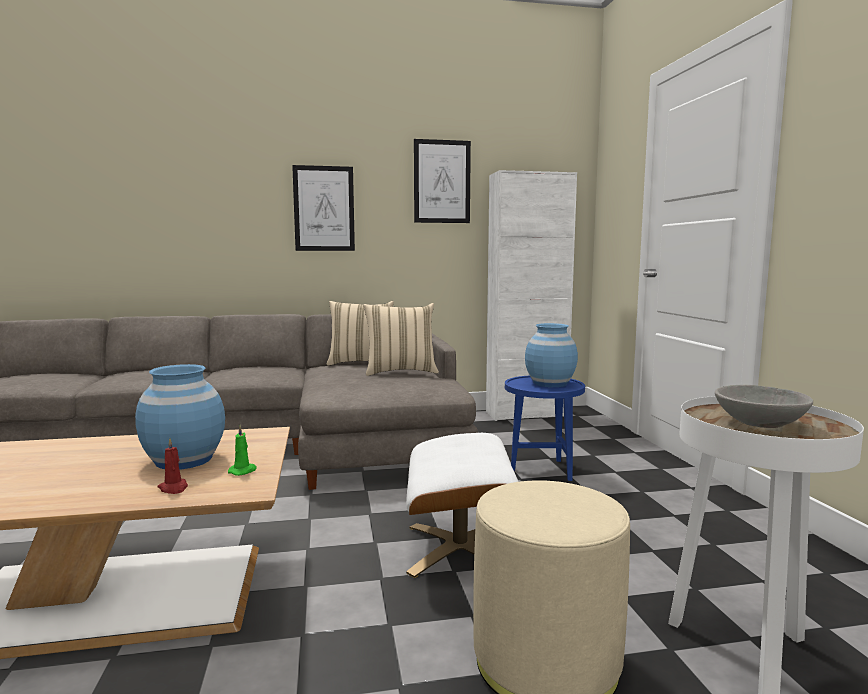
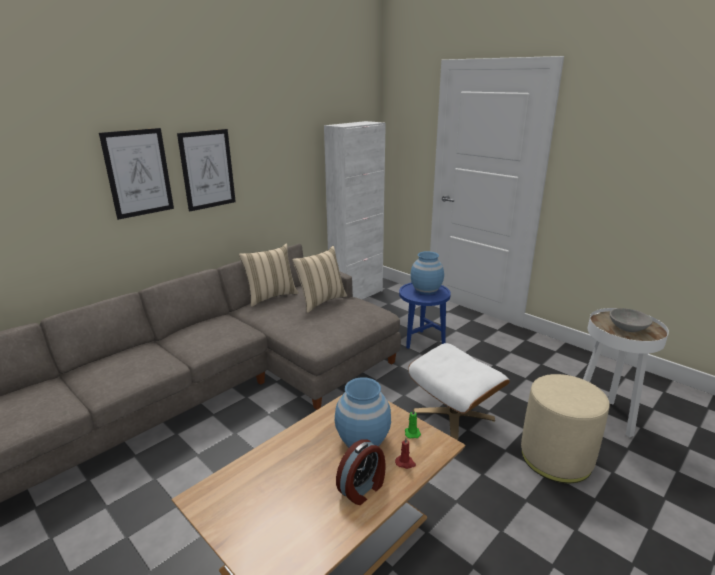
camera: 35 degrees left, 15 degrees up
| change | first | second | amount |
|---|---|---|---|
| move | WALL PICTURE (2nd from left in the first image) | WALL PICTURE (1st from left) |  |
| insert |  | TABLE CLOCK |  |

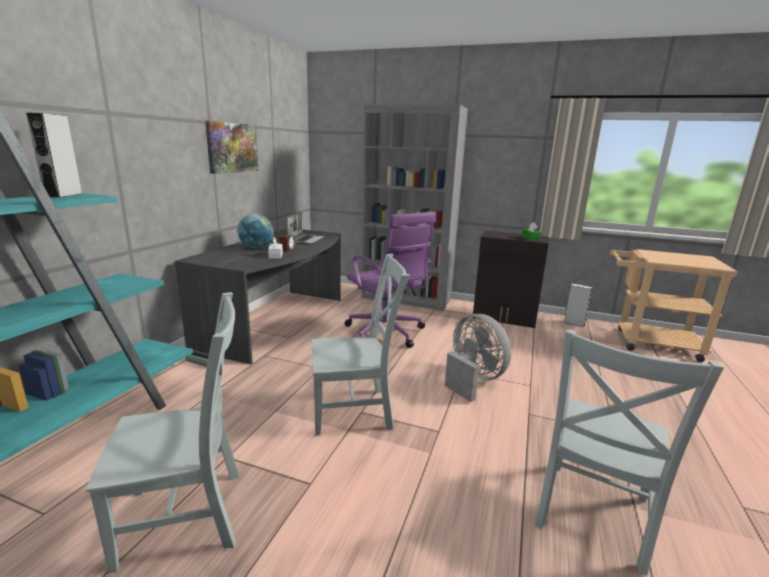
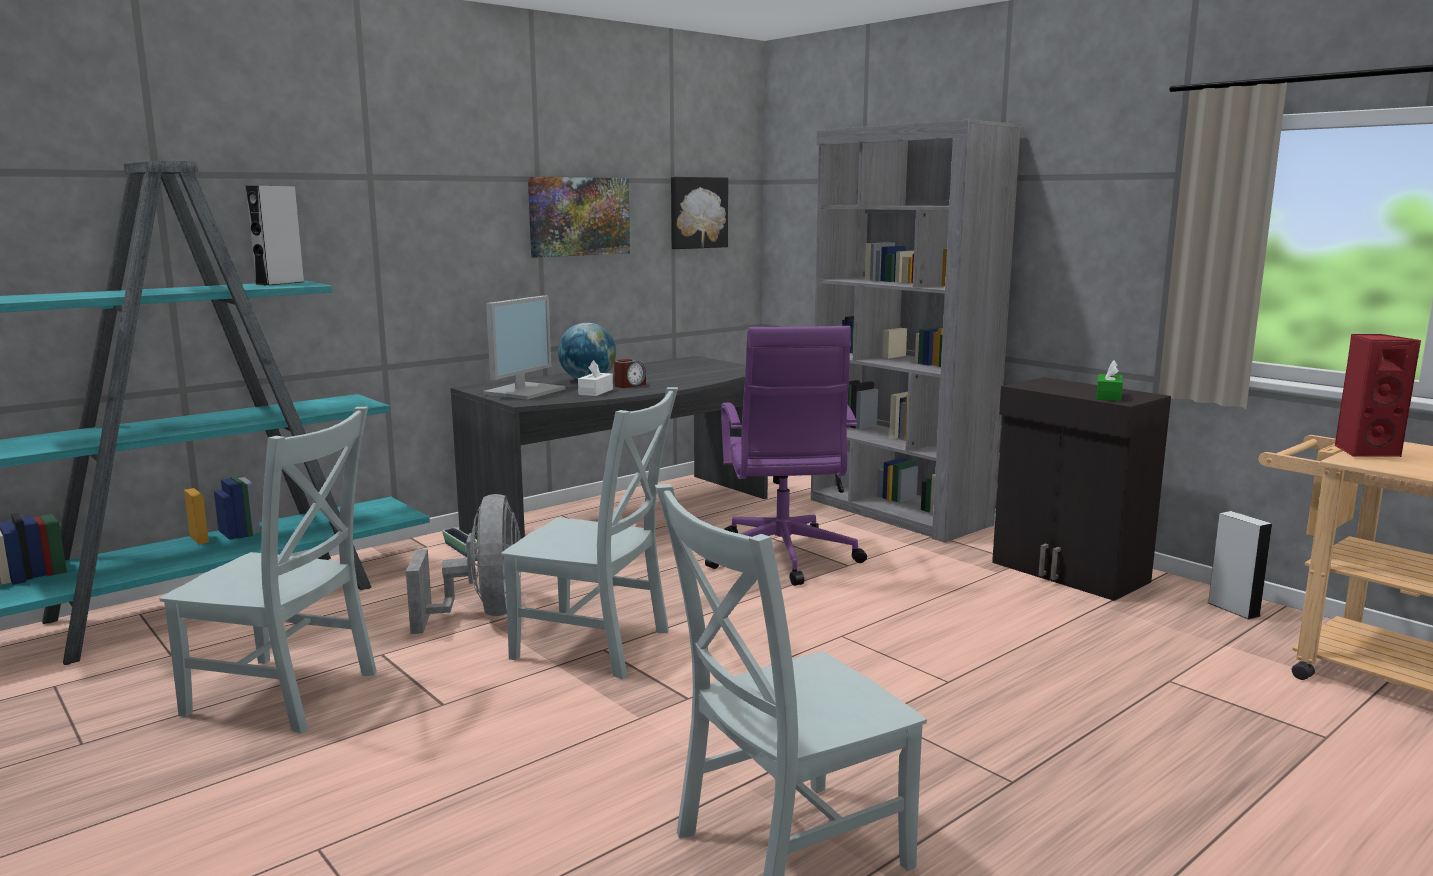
camera: 30 degrees right, 5 degrees down
| change | first | second | amount |
|---|---|---|---|
| delete | NOTEBOOK COMPUTER |  |  |
| move | GREY COOLING FAN |  |  |
| insert |  | MONITOR |  |
| insert |  | WALL PICTURE (2nd from left) |  |
| insert |  | RED LOUDSPEAKER |  |

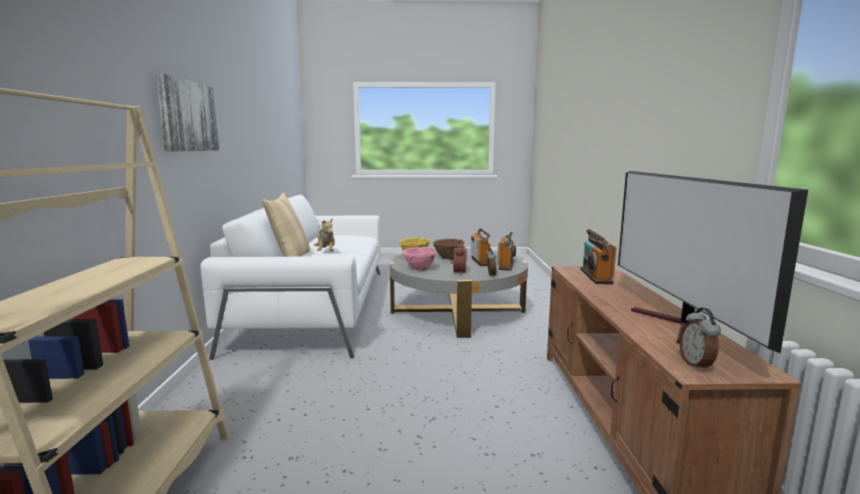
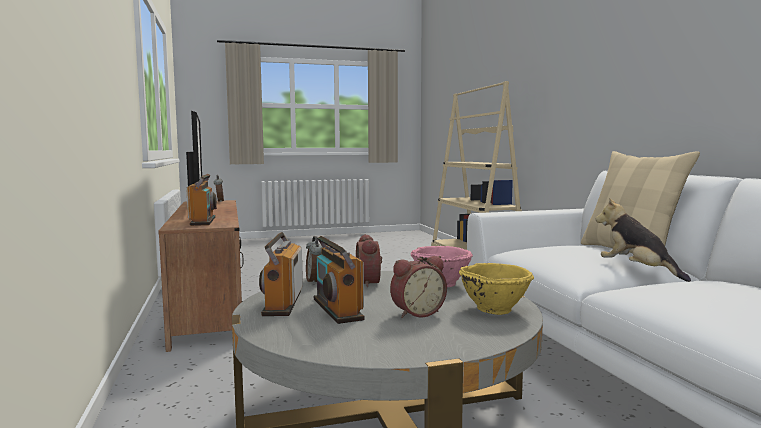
camera: 165 degrees right, 5 degrees down
| change | first | second | amount |
|---|---|---|---|
| delete | WALL PICTURE |  |  |
| replace | BROWN-COLOURED SERVING BOWL | TABLE CLOCK (4th from left) |  |

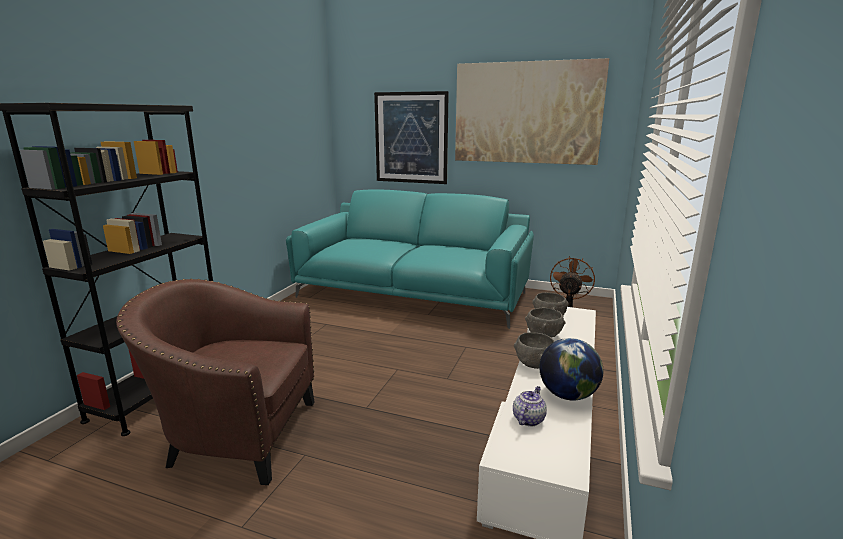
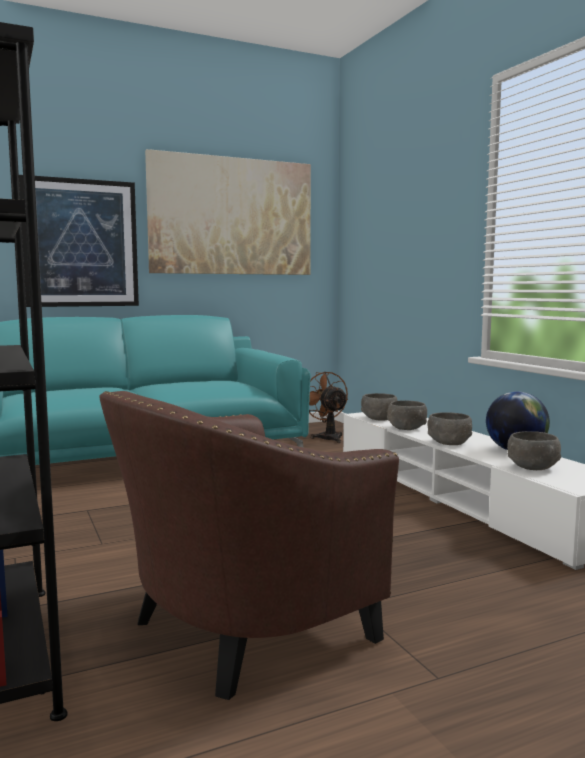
camera: 45 degrees left, 10 degrees down
| change | first | second | amount |
|---|---|---|---|
| replace | TEA POT | GREY SERVING BOWL (4th from left) |  |

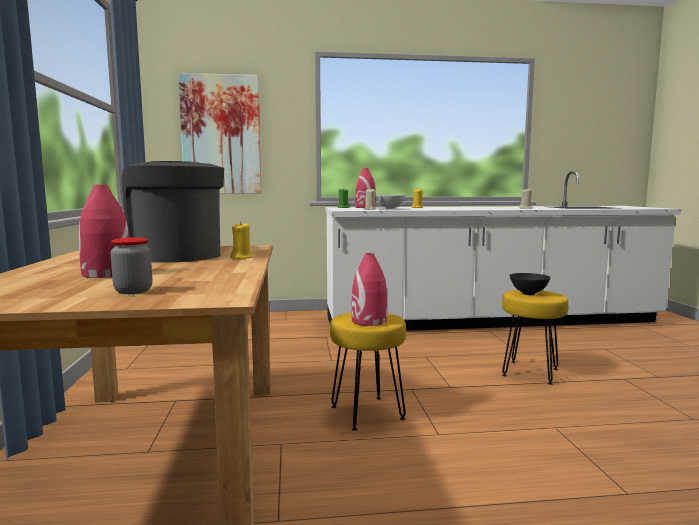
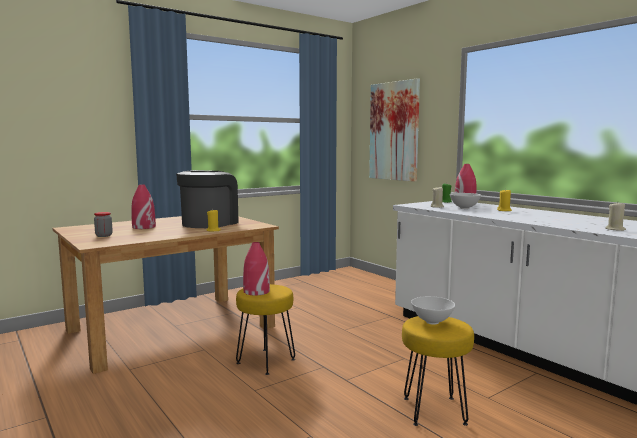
camera: 60 degrees right, 0 degrees up
| change | first | second | amount |
|---|---|---|---|
| recolor | BLACKISH SERVING BOWL | WHITISH SERVING BOWL (1st from left) |  |

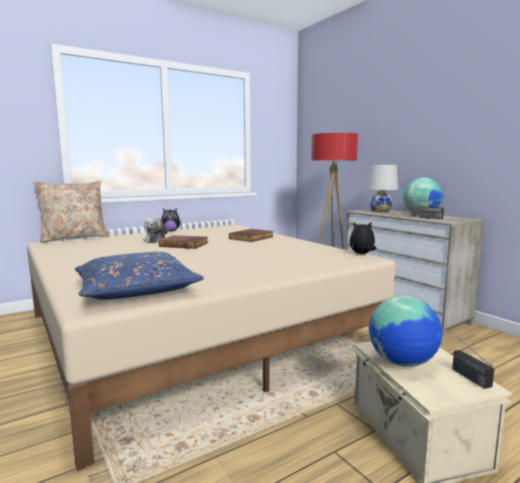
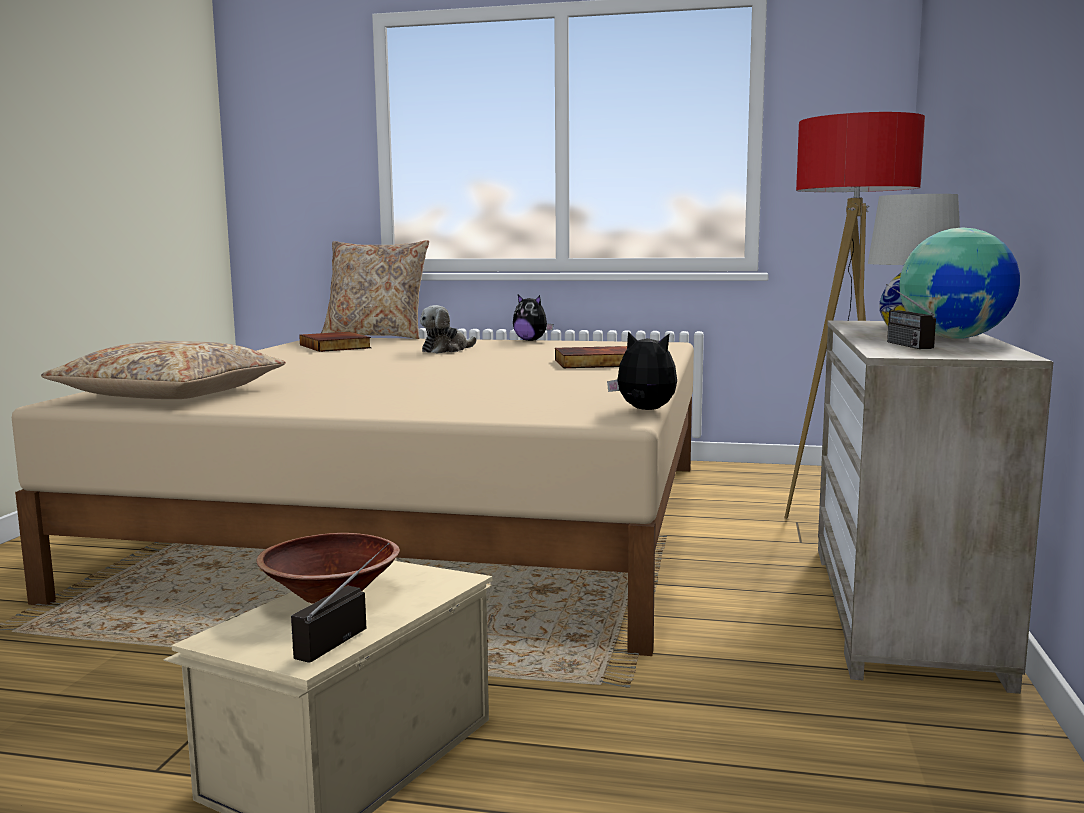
camera: 45 degrees right, 0 degrees up
| change | first | second | amount |
|---|---|---|---|
| recolor | BLUE-COLOURED THROW PILLOW | BEIGE-COLOURED THROW PILLOW (1st from left) |  |
| move | BOUND BOOK (1st from left) |  |  |
| replace | DESK GLOBE (1st from left) | BROWN-COLOURED SERVING BOWL |  |

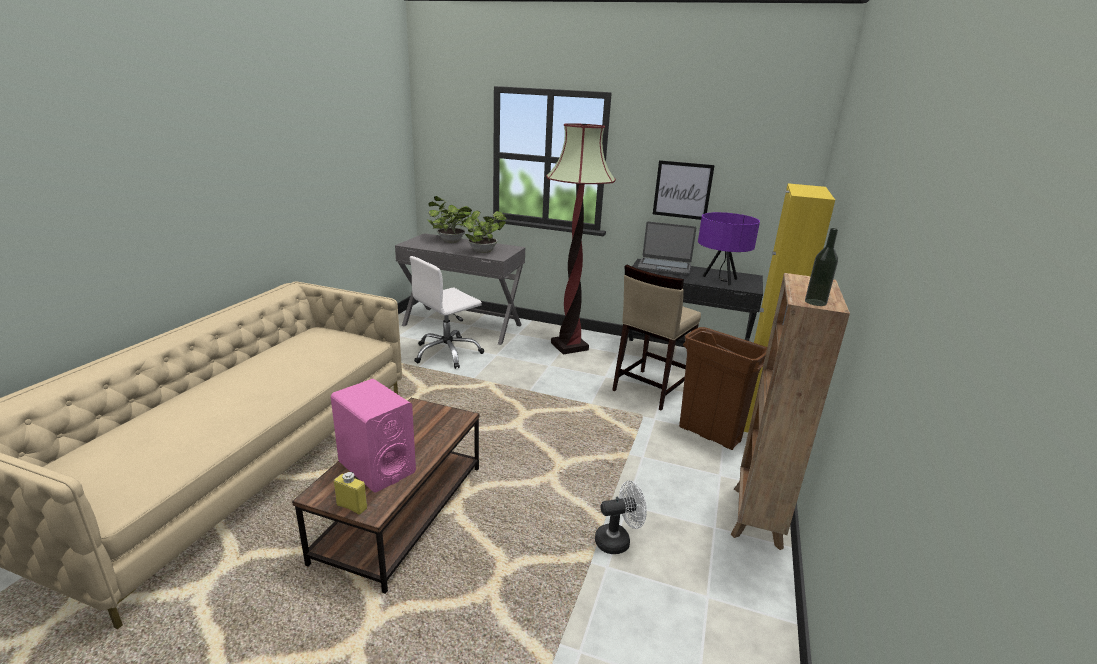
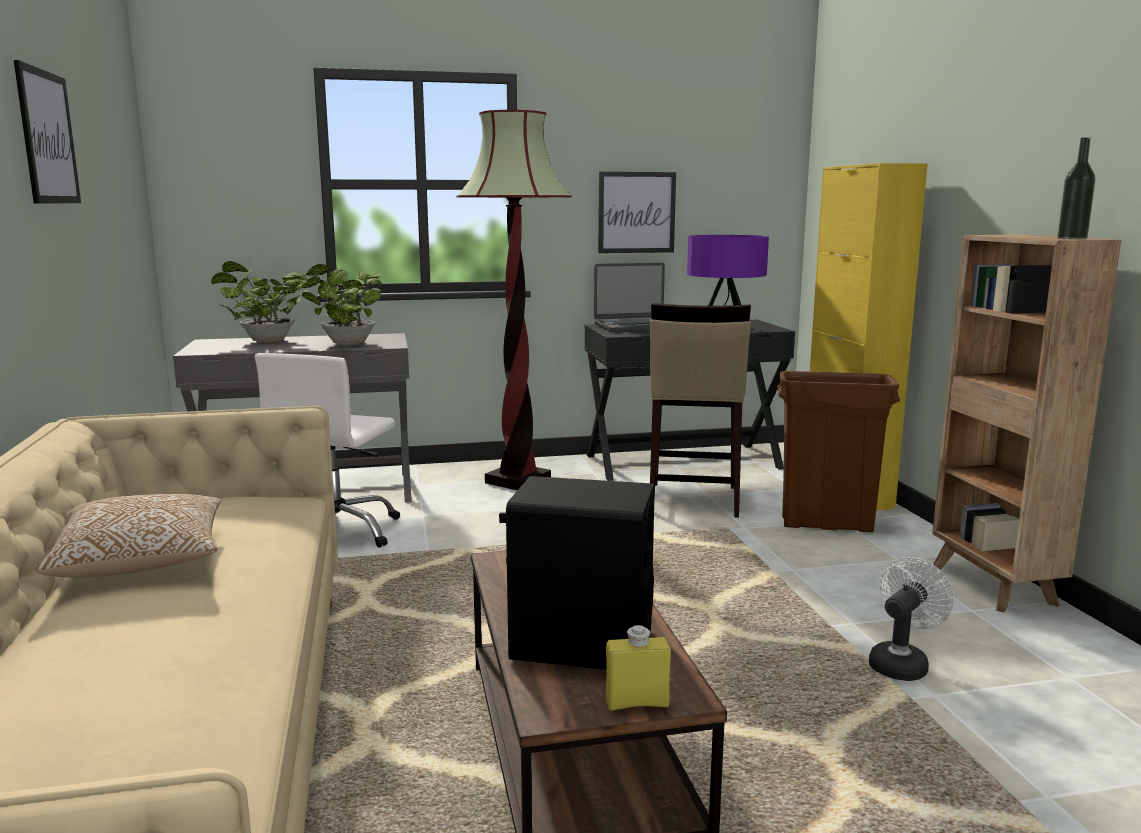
camera: 30 degrees left, 10 degrees down
| change | first | second | amount |
|---|---|---|---|
| recolor | PINK LOUDSPEAKER | BLACKISH LOUDSPEAKER |  |
| insert |  | WALL PICTURE (1st from left) |  |
| insert |  | THROW PILLOW |  |

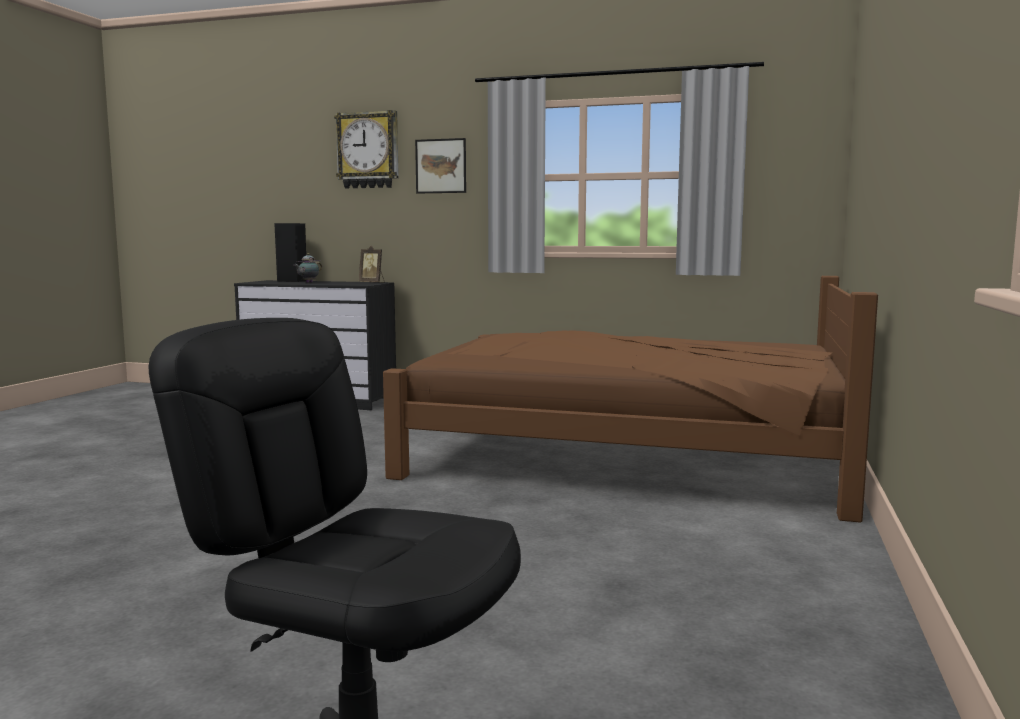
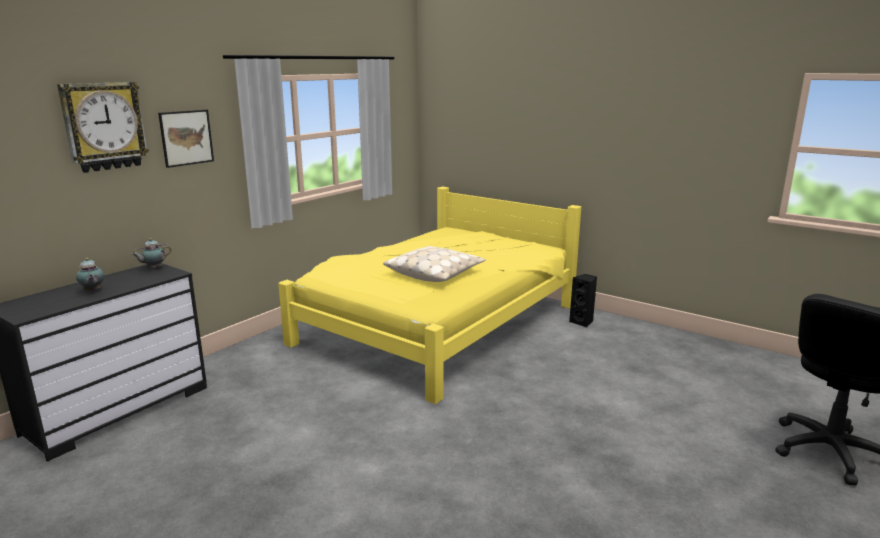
camera: 70 degrees left, 10 degrees up
| change | first | second | amount |
|---|---|---|---|
| move | BLACKISH LOUDSPEAKER |  |  |
| replace | PICTURE FRAME | TEA POT (2nd from left) |  |
| recolor | BROWN-COLOURED BED | YELLOW-COLOURED BED |  |
| insert |  | BEIGE-COLOURED THROW PILLOW |  |

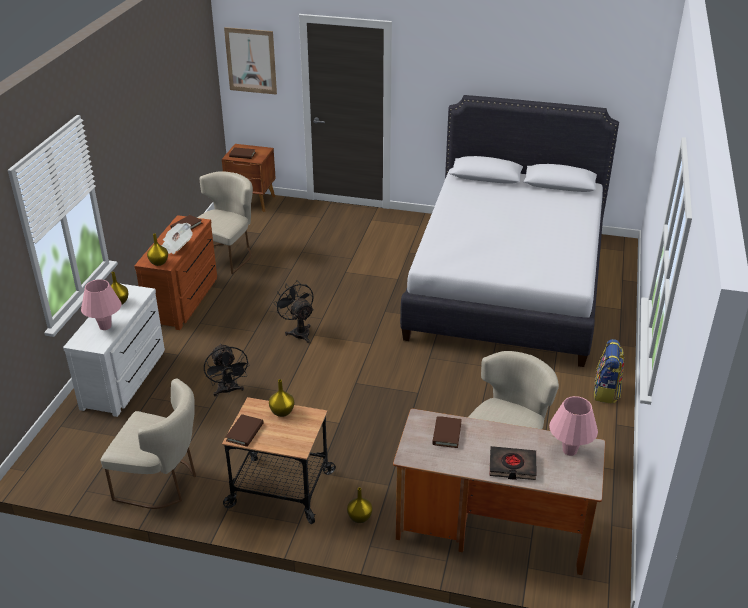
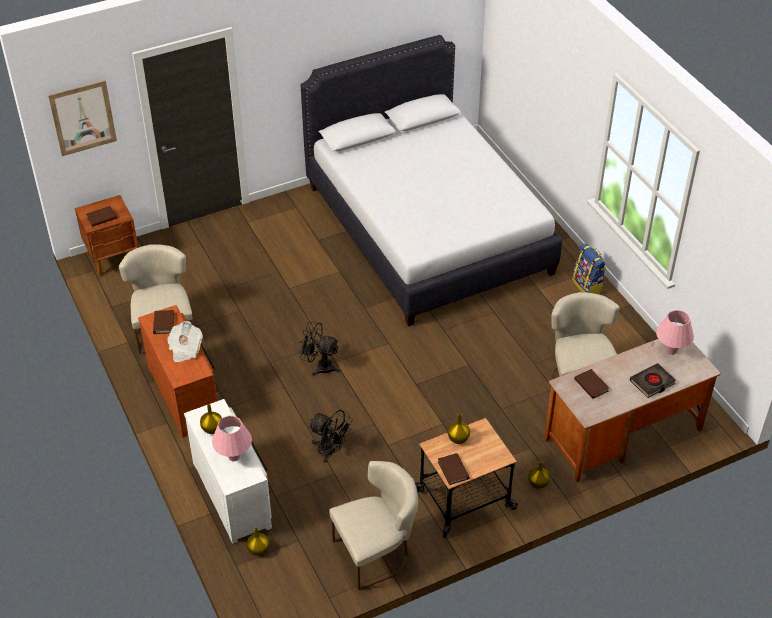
camera: 40 degrees left, 10 degrees up
| change | first | second | amount |
|---|---|---|---|
| move | YELLOW-COLOURED FLOWER VASE (2nd from left) |  |  |

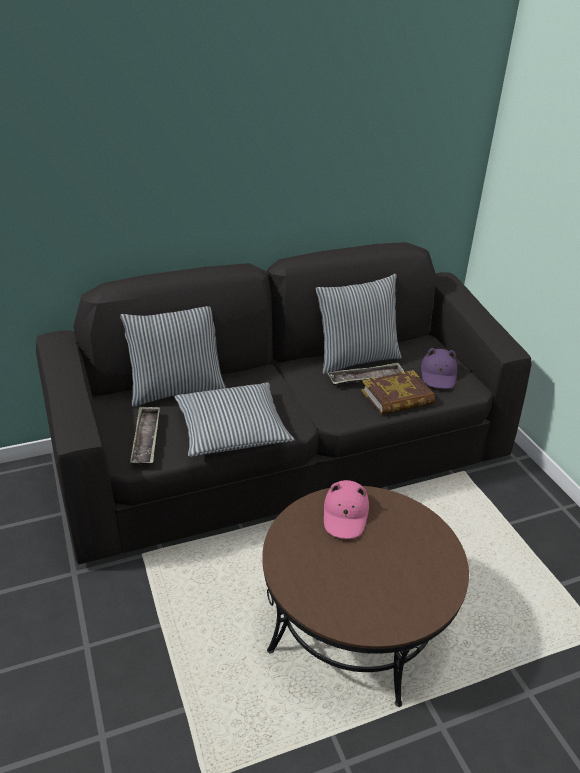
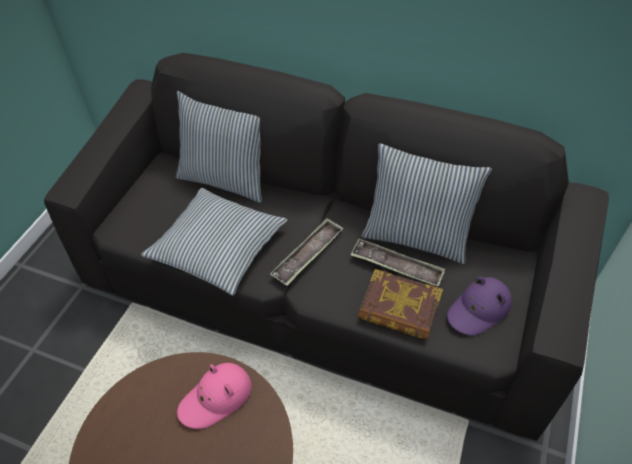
camera: 45 degrees right, 15 degrees up
| change | first | second | amount |
|---|---|---|---|
| move | TRAY (1st from left) |  |  |

